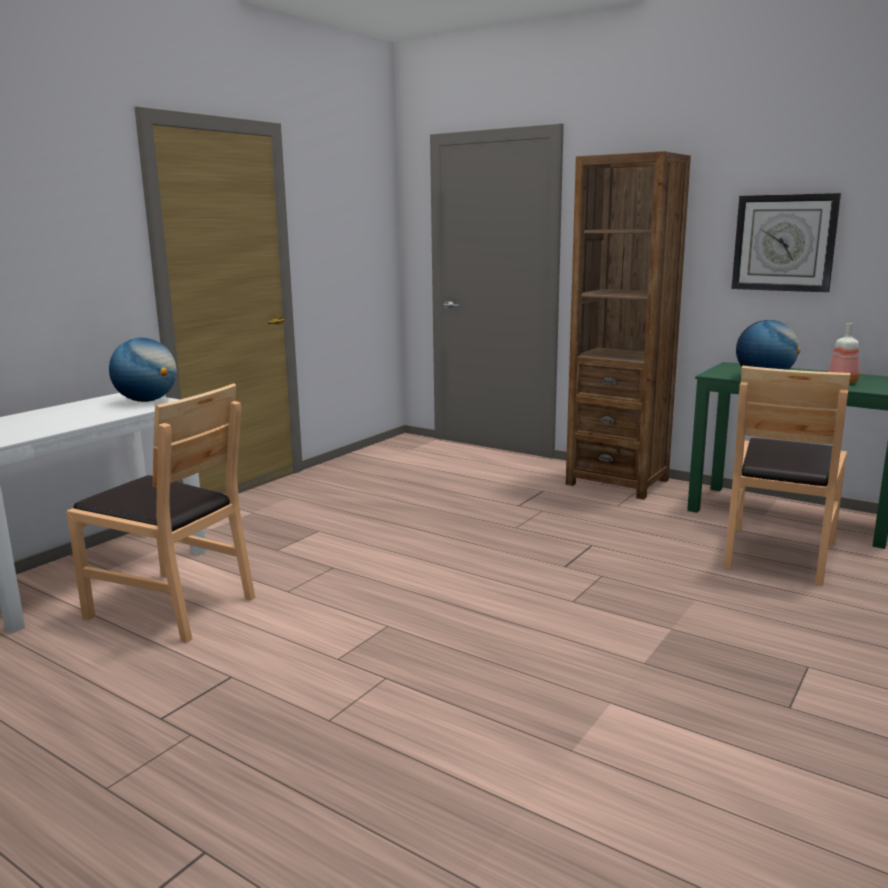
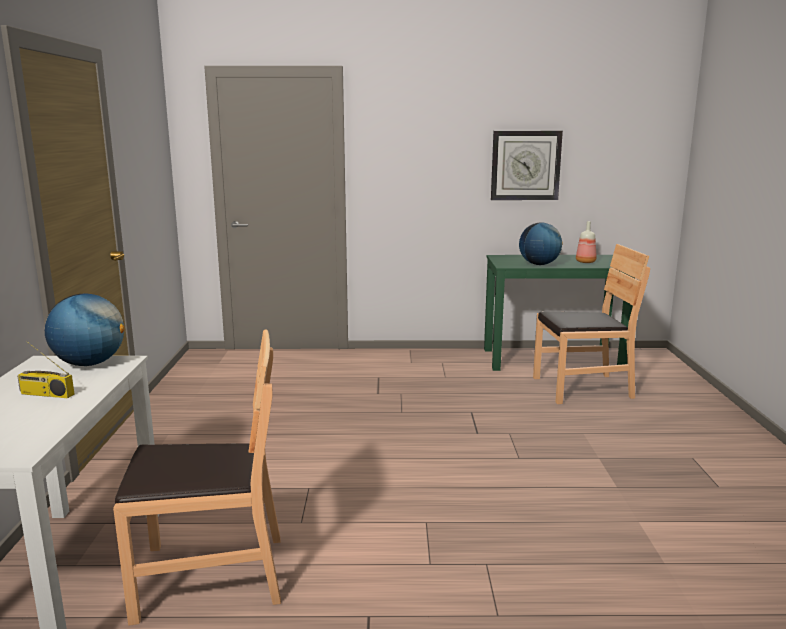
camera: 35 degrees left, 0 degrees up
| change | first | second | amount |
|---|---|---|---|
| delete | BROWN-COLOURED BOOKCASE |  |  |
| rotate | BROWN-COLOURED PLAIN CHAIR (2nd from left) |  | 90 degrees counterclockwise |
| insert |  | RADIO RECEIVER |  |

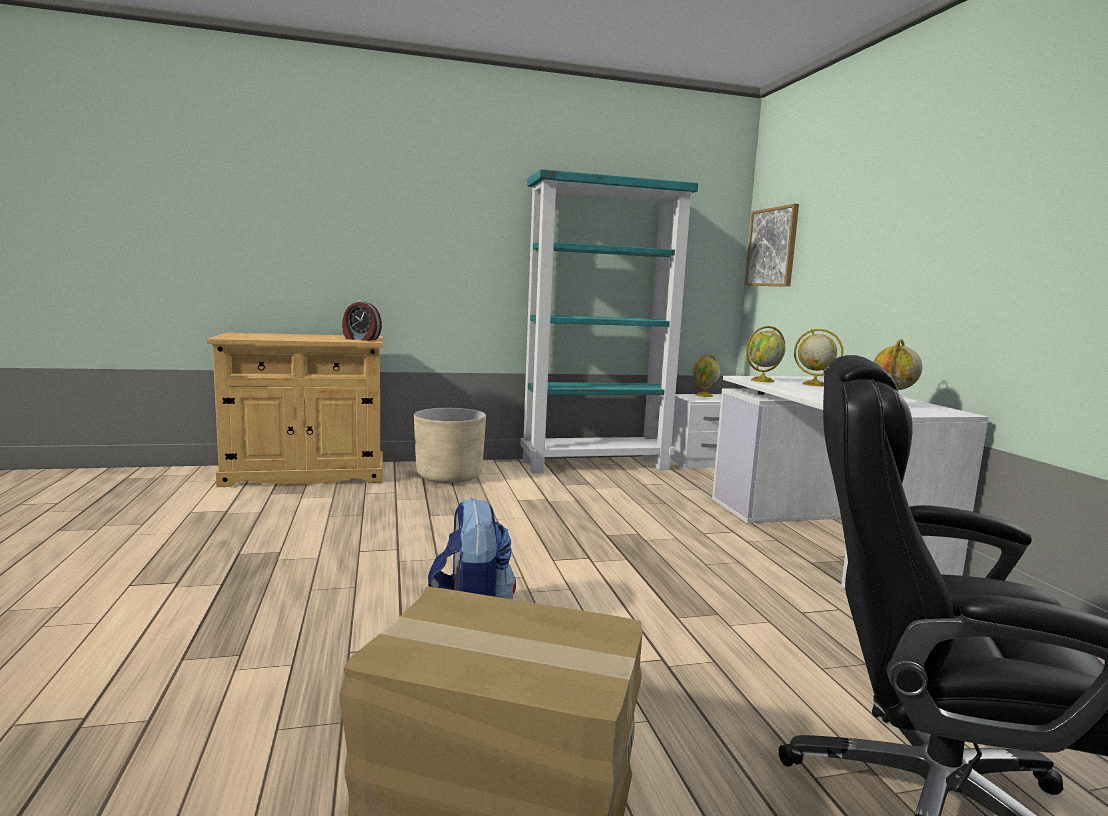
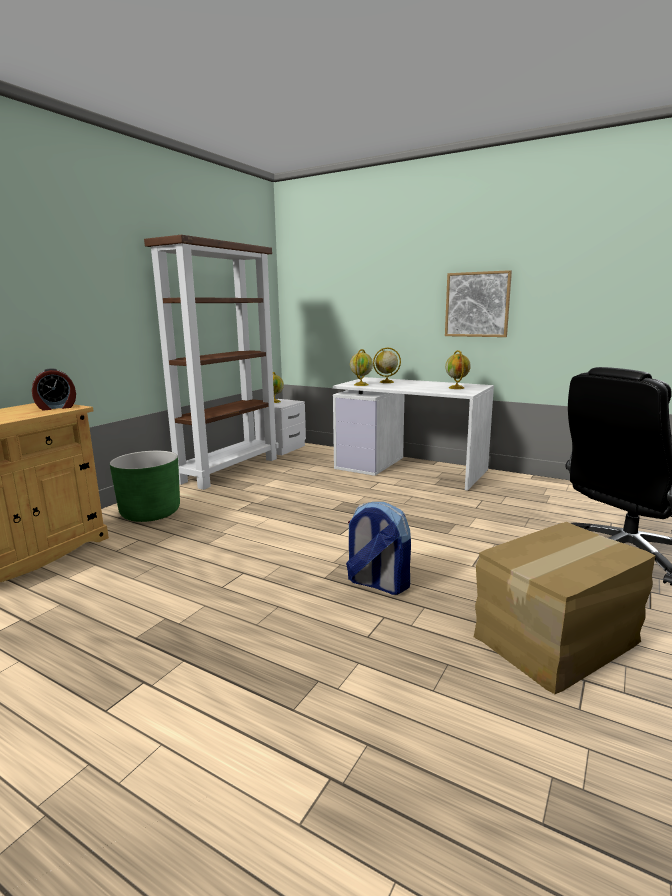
camera: 45 degrees left, 5 degrees up
| change | first | second | amount |
|---|---|---|---|
| recolor | BEIGE-COLOURED PLANTER | GREEN PLANTER |  |
| recolor | TURQUOISE-COLOURED BOOKCASE | BROWN-COLOURED BOOKCASE |  |
| move | WALL PICTURE |  |  |

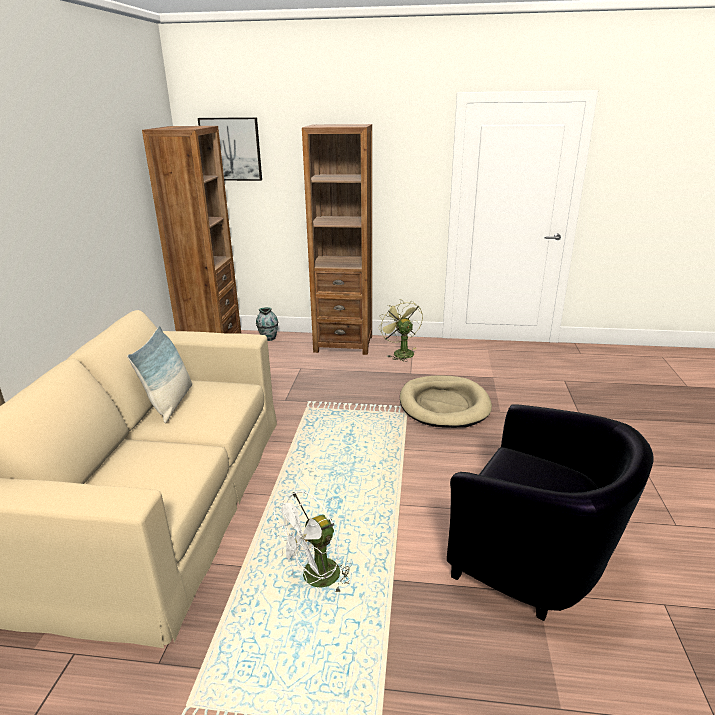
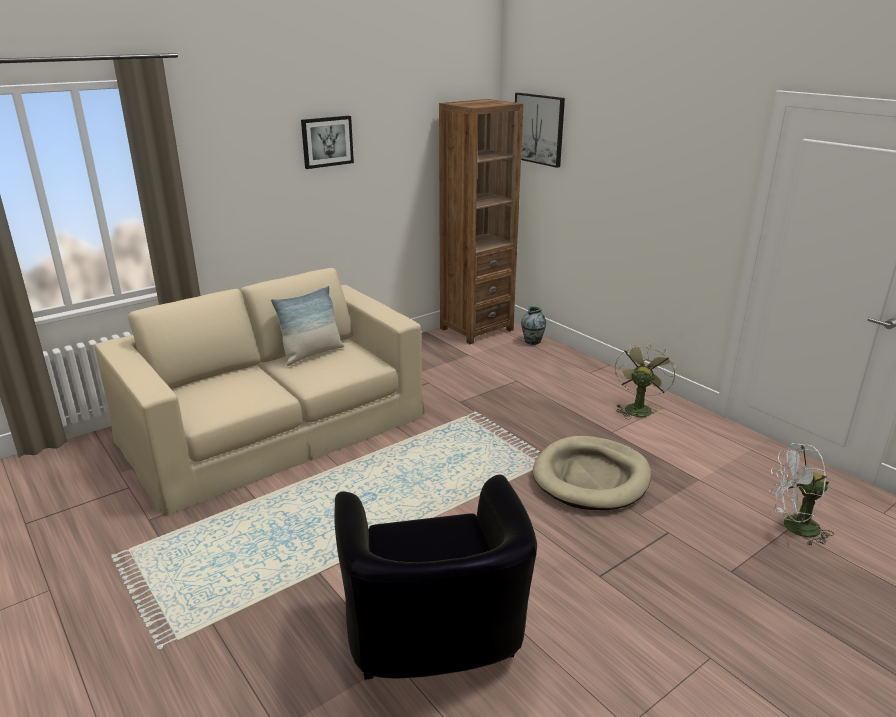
camera: 45 degrees right, 0 degrees up
| change | first | second | amount |
|---|---|---|---|
| move | WHITISH COOLING FAN |  |  |
| delete | BROWN-COLOURED BOOKCASE (2nd from left) |  |  |
| insert |  | WALL PICTURE (1st from left) |  |

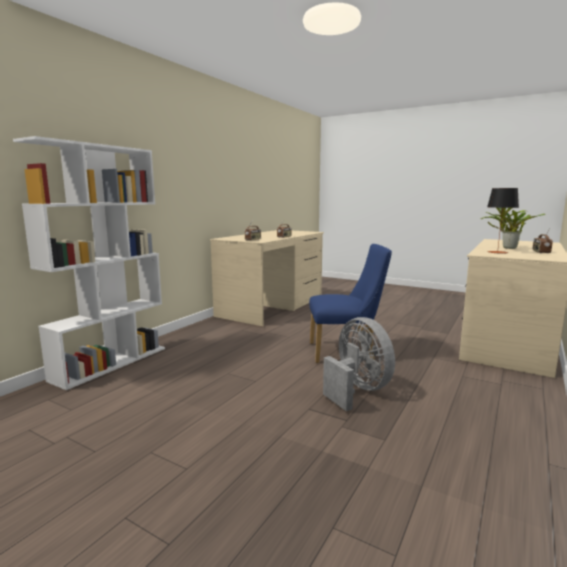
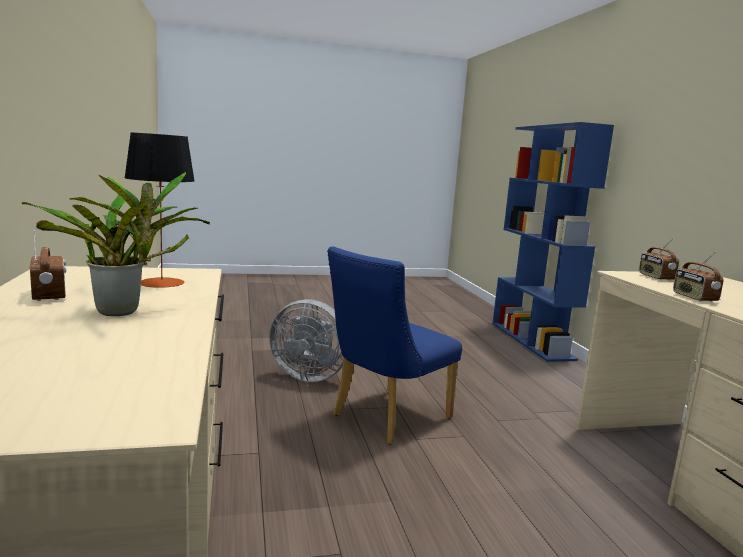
camera: 135 degrees right, 0 degrees up
| change | first | second | amount |
|---|---|---|---|
| recolor | WHITISH BOOKCASE | BLUE-COLOURED BOOKCASE |  |

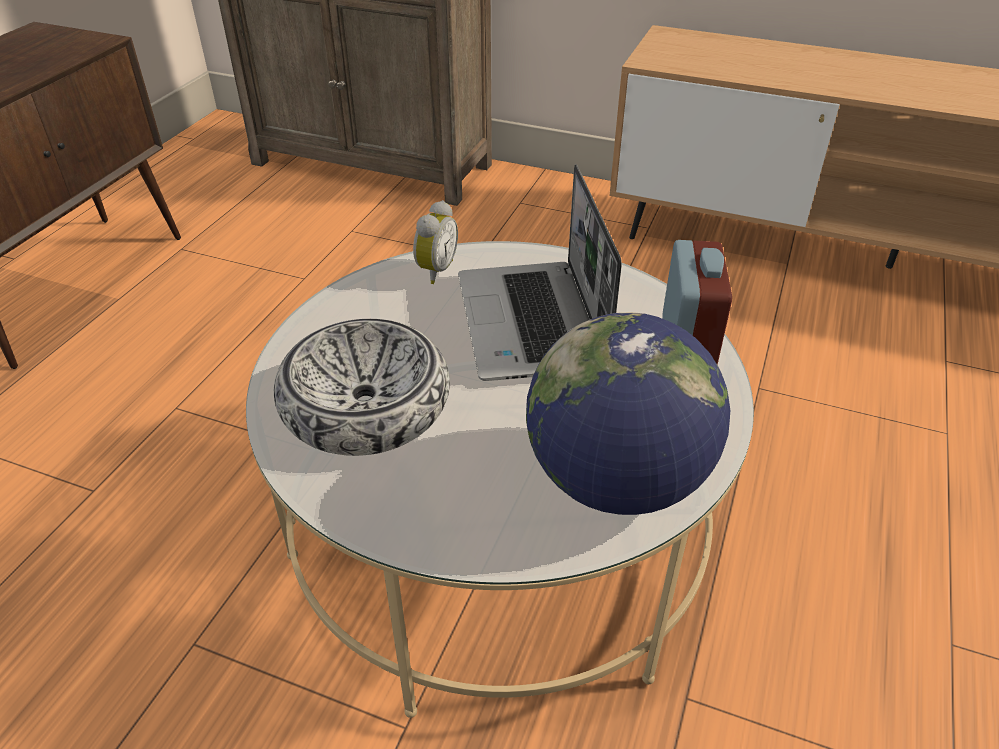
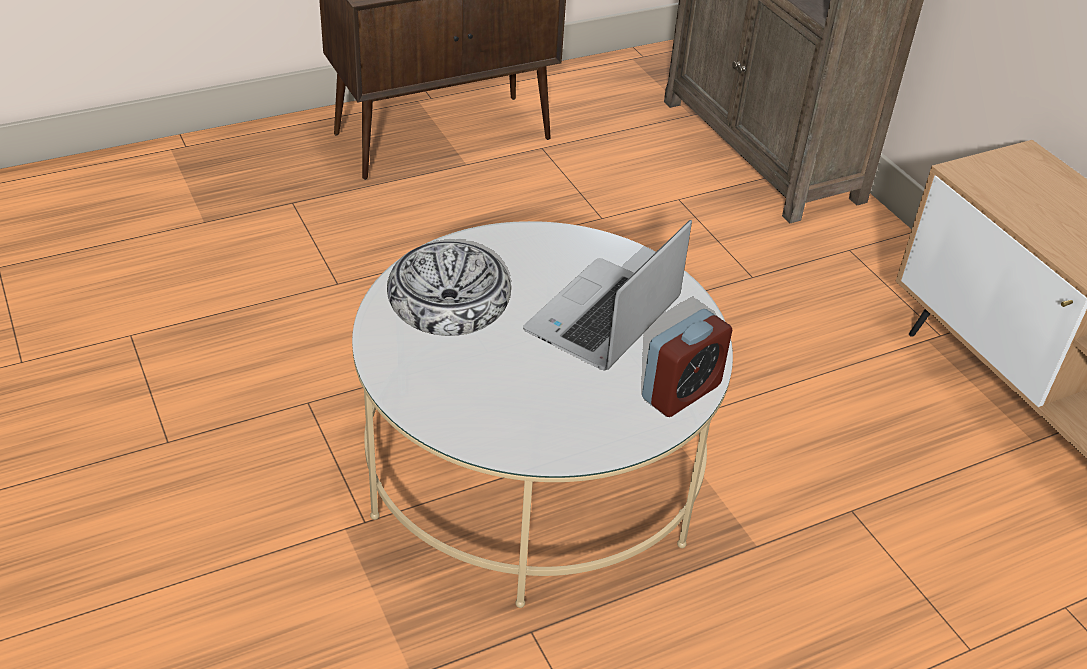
camera: 40 degrees right, 0 degrees up
| change | first | second | amount |
|---|---|---|---|
| delete | TABLE CLOCK (1st from left) |  |  |
| delete | DESK GLOBE |  |  |

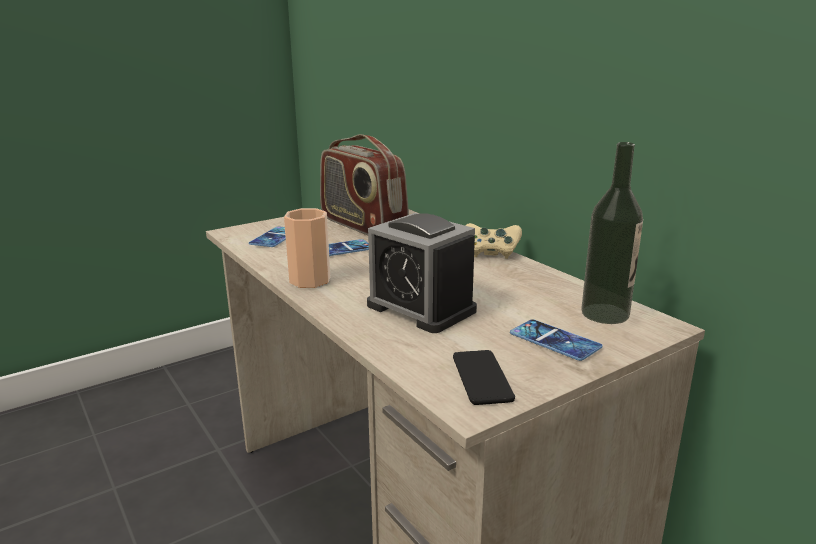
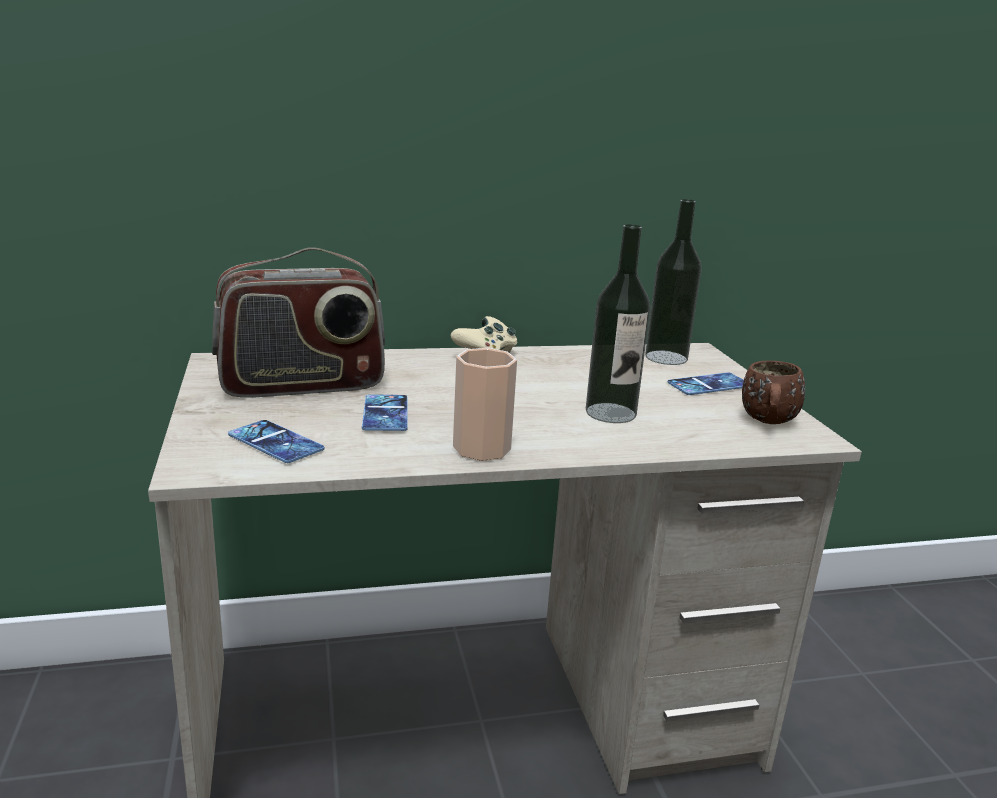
camera: 70 degrees left, 0 degrees up
| change | first | second | amount |
|---|---|---|---|
| replace | TABLE CLOCK | BOTTLE (1st from left) |  |
| replace | HANDSET (3rd from left) | BROWN-COLOURED TEA MUG |  |

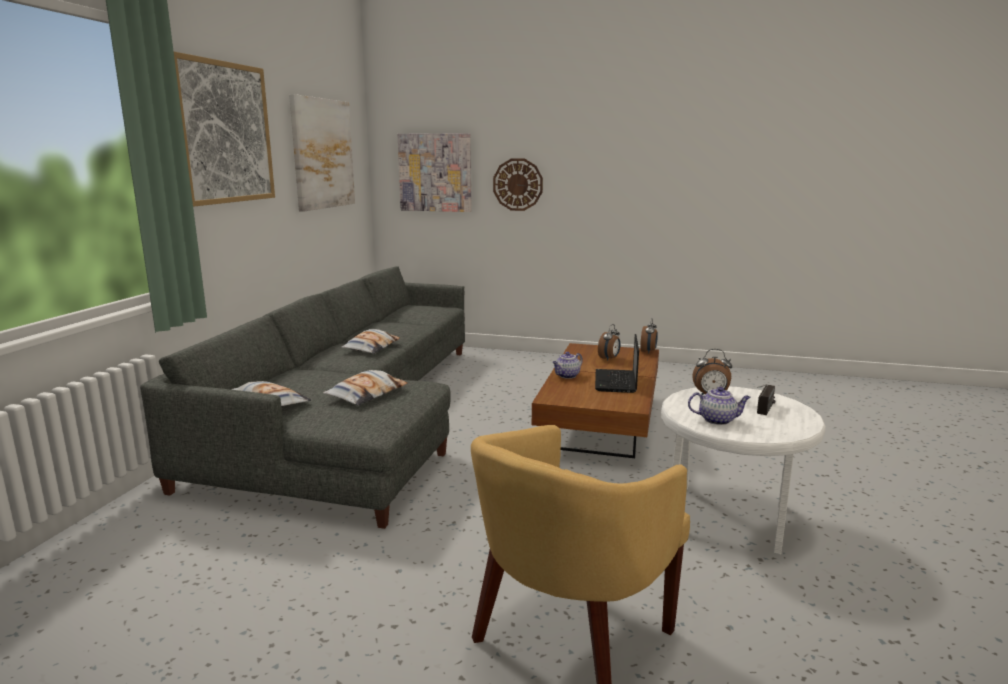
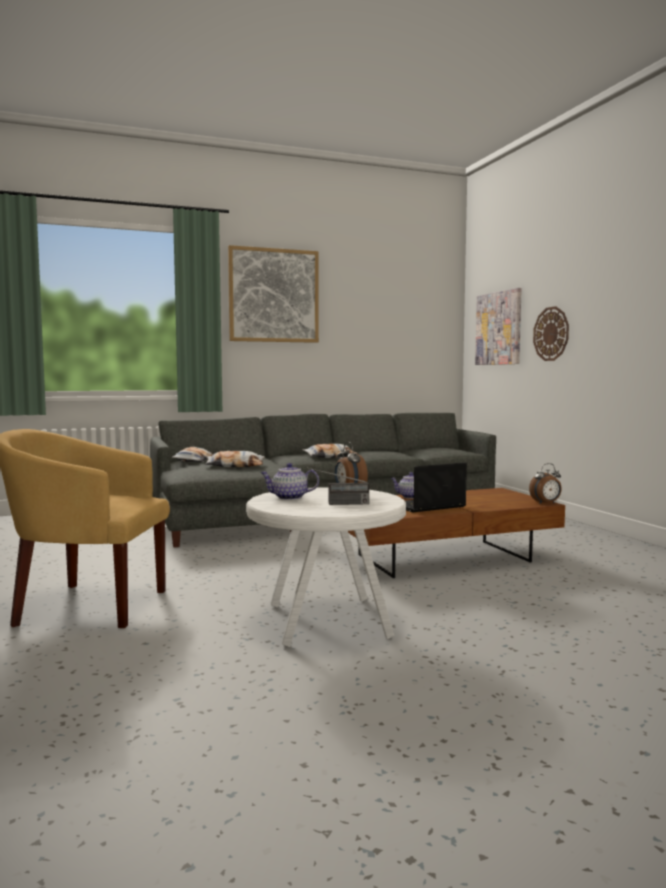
camera: 55 degrees right, 10 degrees down
| change | first | second | amount |
|---|---|---|---|
| delete | WALL PICTURE (2nd from left) |  |  |
| delete | TABLE CLOCK (1st from left) |  |  |
| rotate | TEA POT (2nd from left in the first image) | TEA POT (1st from left) | 120 degrees clockwise |

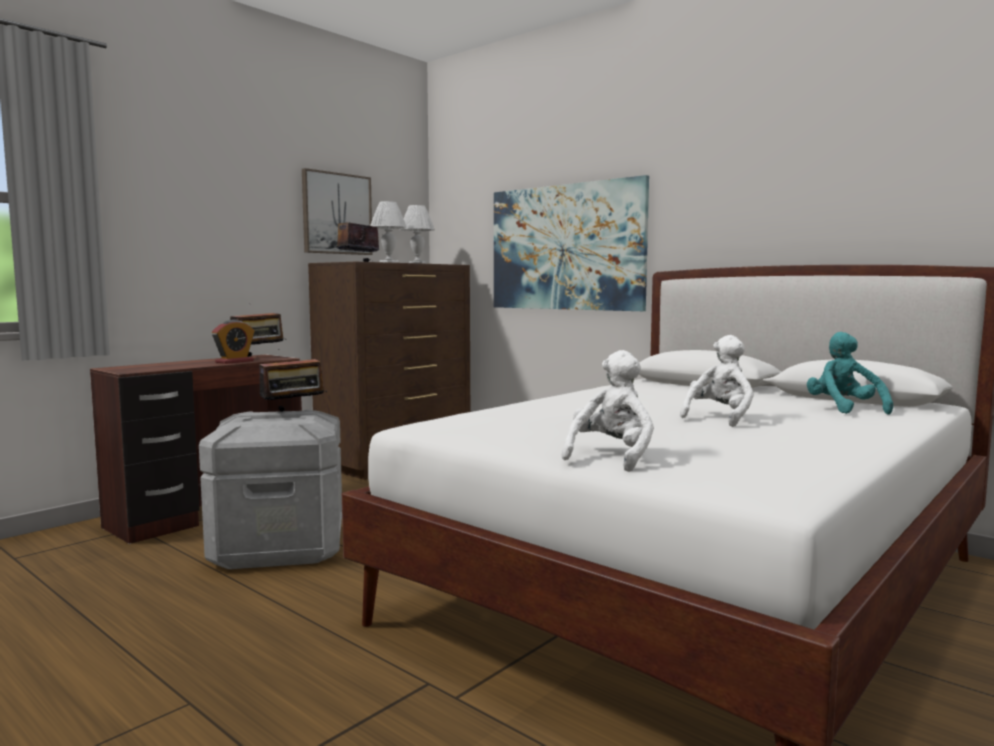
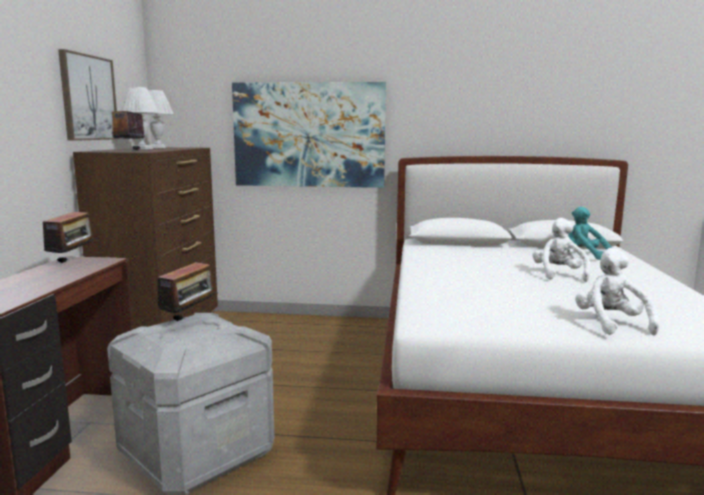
camera: 35 degrees left, 5 degrees up
| change | first | second | amount |
|---|---|---|---|
| delete | TABLE CLOCK |  |  |

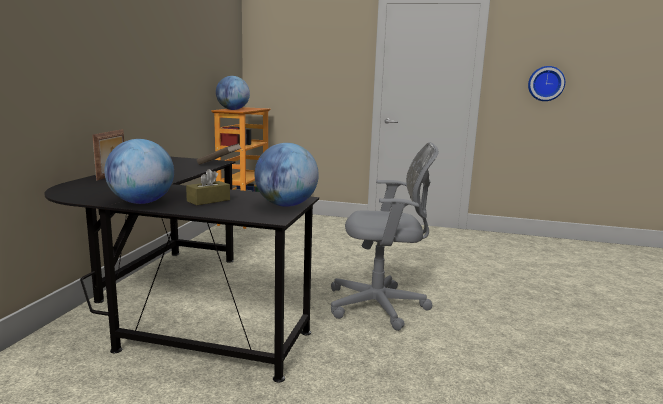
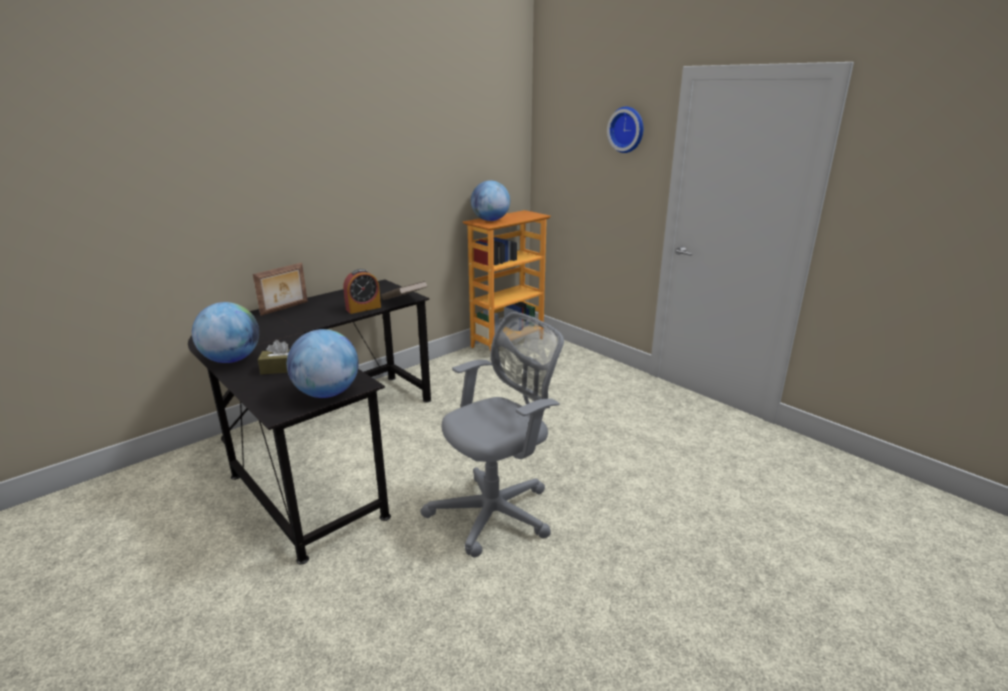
camera: 35 degrees right, 10 degrees up
| change | first | second | amount |
|---|---|---|---|
| rotate | GREY COMPUTER CHAIR |  | 75 degrees counterclockwise |
| move | HANGING CLOCK |  |  |
| insert |  | TABLE CLOCK |  |

